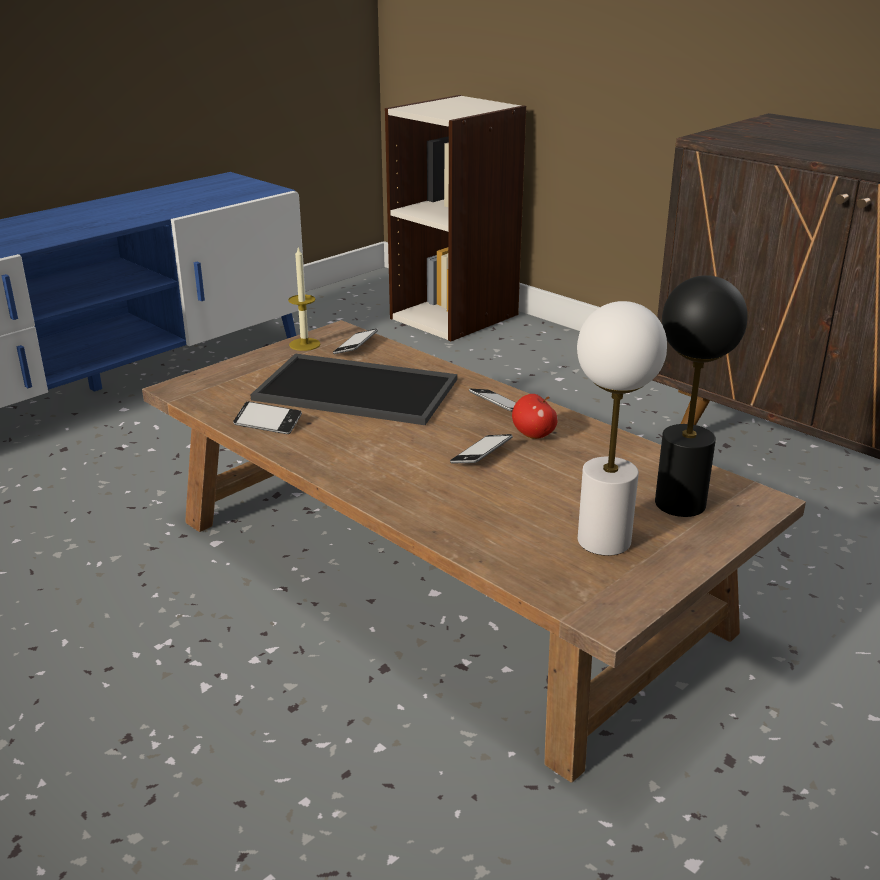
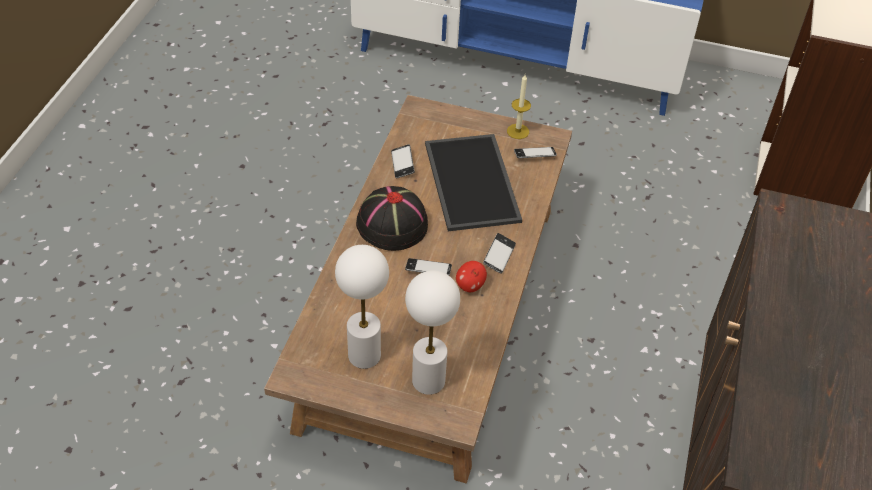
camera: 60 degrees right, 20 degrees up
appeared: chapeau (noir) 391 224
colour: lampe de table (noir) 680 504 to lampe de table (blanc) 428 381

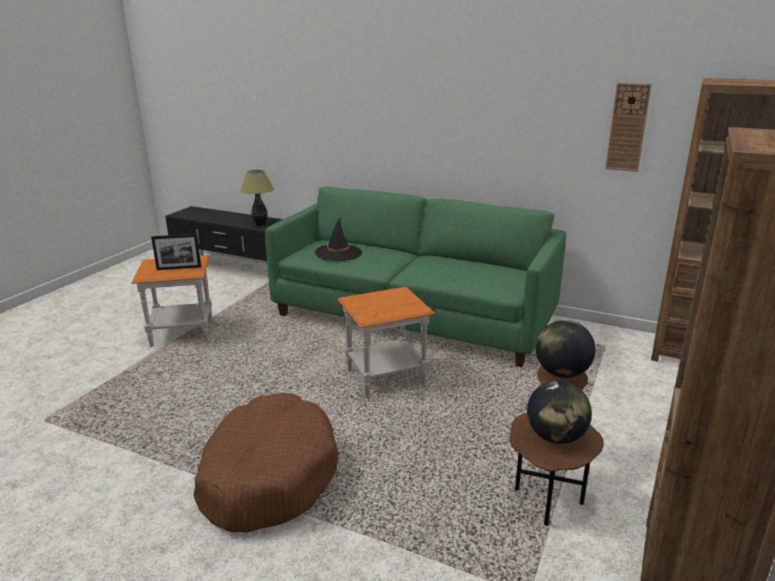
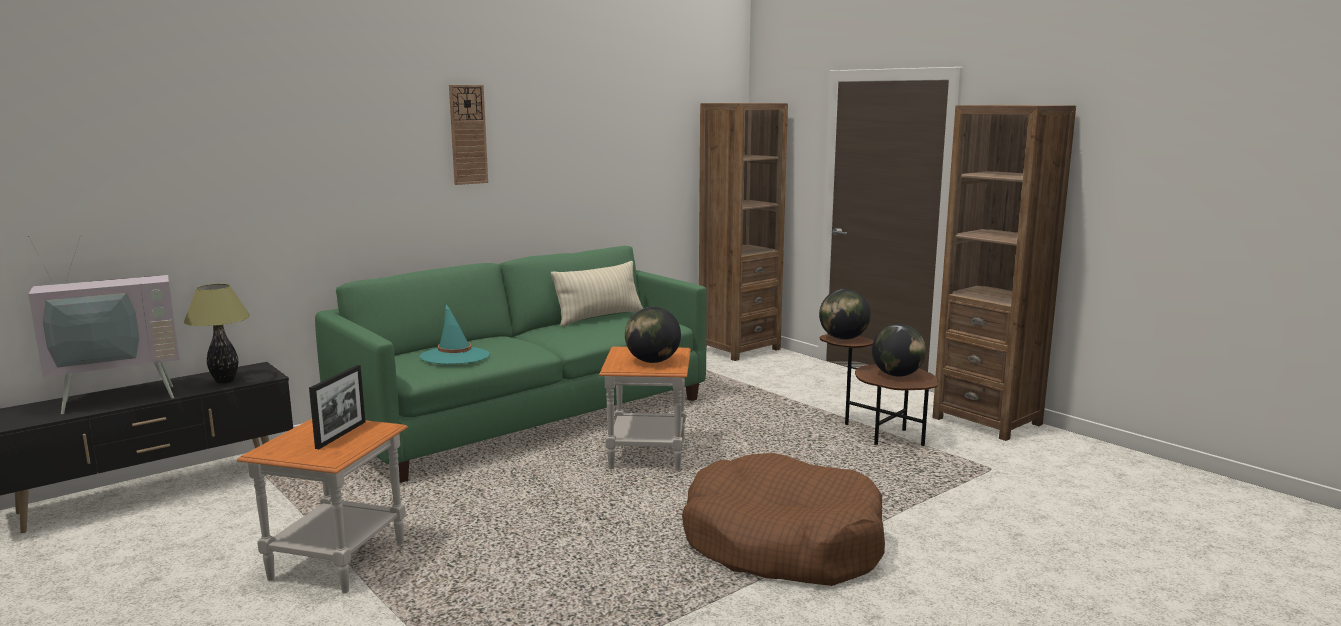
camera: 65 degrees left, 10 degrees down
appeared: téléviseur 120 397; coussin (beige) 599 318; globe 652 361
relocated: horloge murale 627 127 to 468 134
colour: chapeau (noir) 338 253 to chapeau (turquoise) 455 356

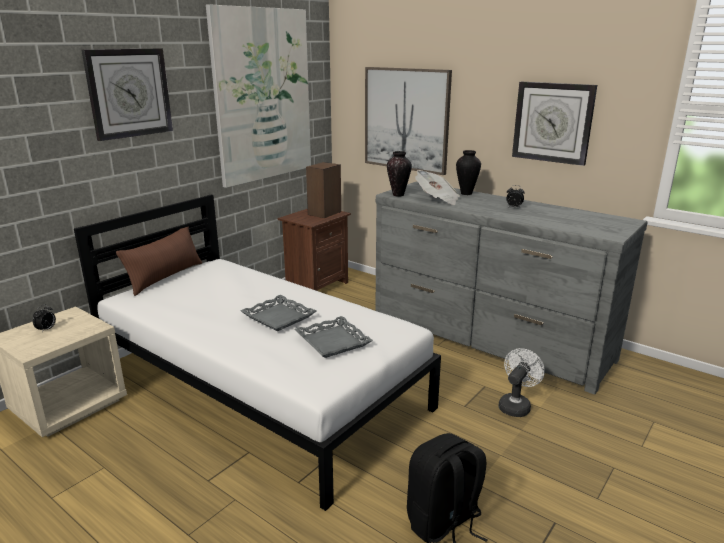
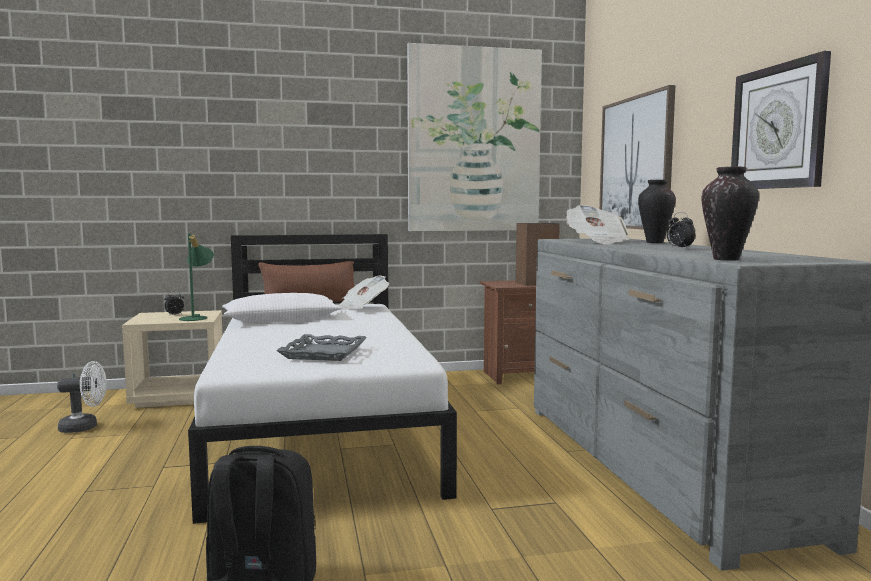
camera: 40 degrees right, 15 degrees down
missing: horloge murale 129 93; plateau (gris) 278 317
appeared: lampe de table (vert) 197 317; journal 361 307; coussin (blanc) 282 320
relocated: vase 398 195 to 726 259; ventilateur (blanc) 516 405 to 85 427

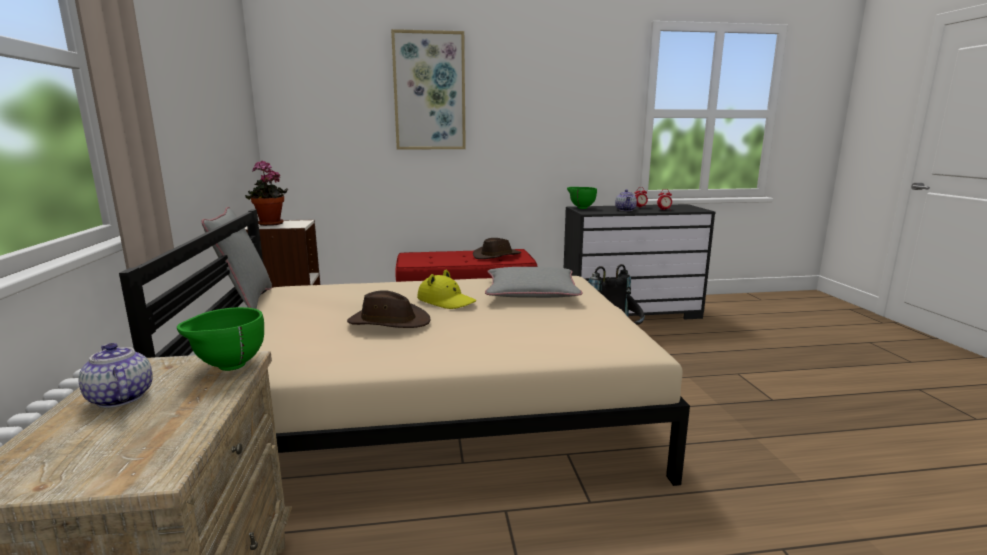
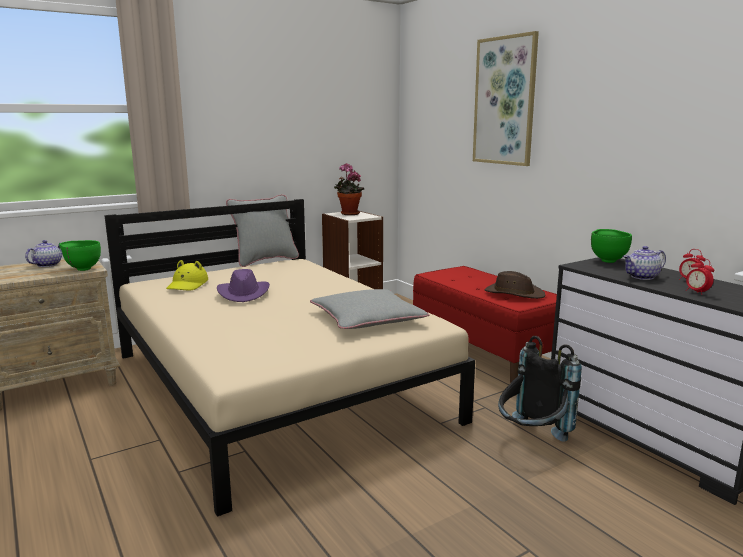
camera: 65 degrees right, 0 degrees up
relocated: chapeau (jaune) 446 301 to 187 285
colour: chapeau (marron) 389 322 to chapeau (violet) 244 293

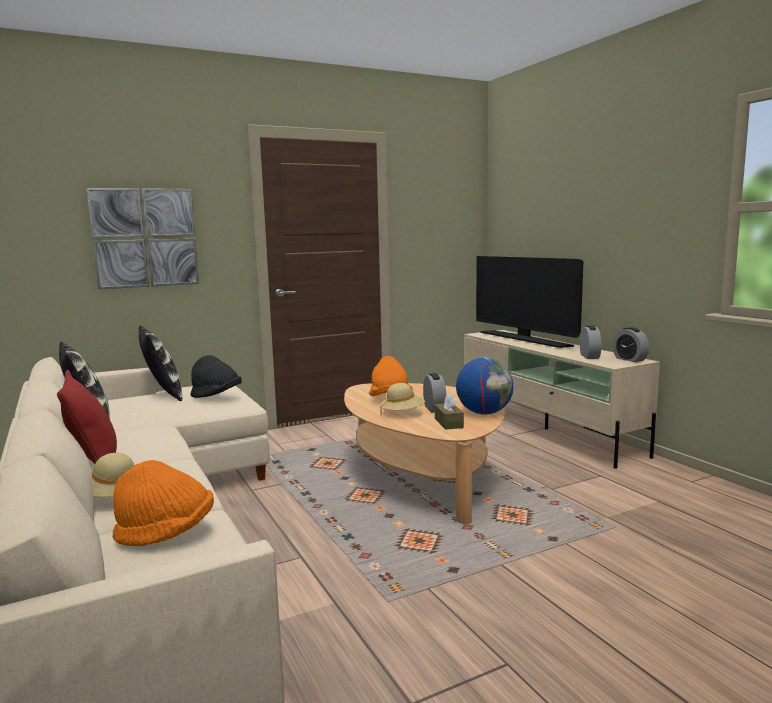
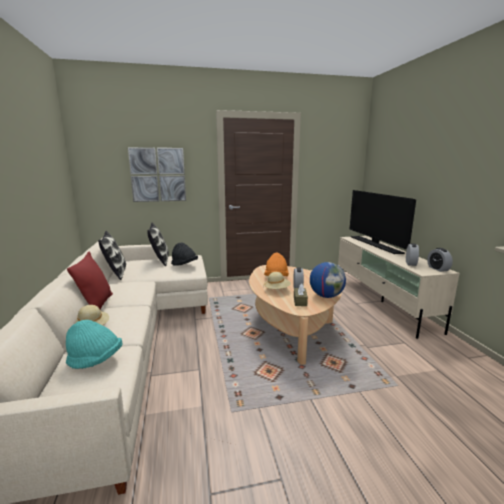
camera: 15 degrees right, 5 degrees up
colour: chapeau (orange) 167 534 to chapeau (turquoise) 95 360

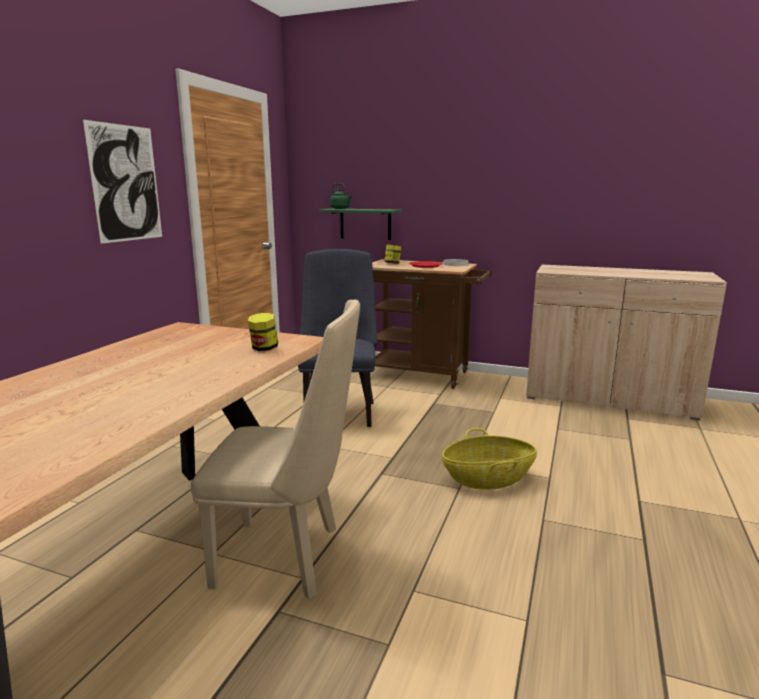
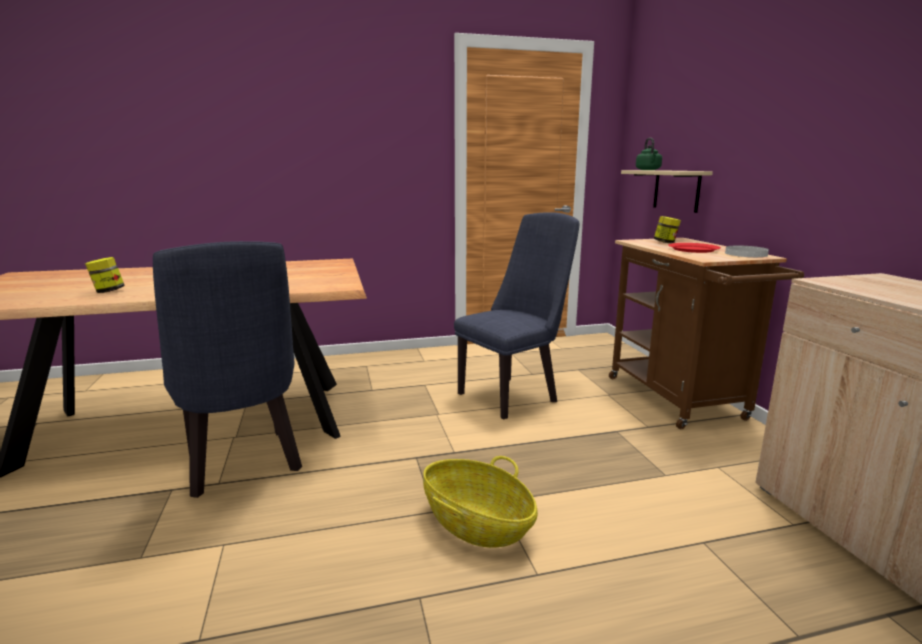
camera: 55 degrees right, 0 degrees up
missing: tableau 126 183
relocated: bocal 264 348 to 108 291
colour: étagère (vert) 365 224 to étagère (beige) 676 190; chaise (beige) 289 557 to chaise (bleu) 244 467

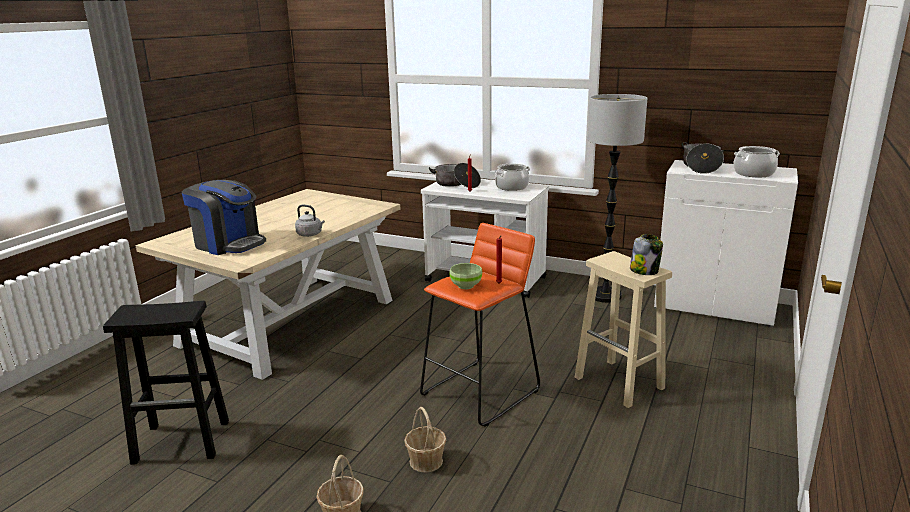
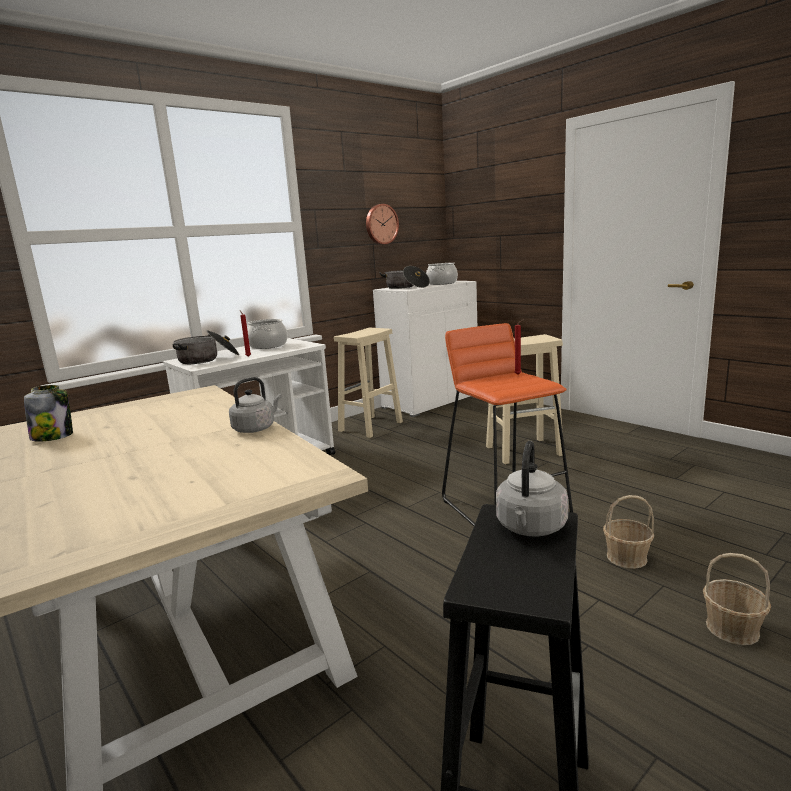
camera: 65 degrees left, 5 degrees down
missing: machine à café 229 244; bol (vert) 466 286
appeared: horloge murale 381 224; bouilloire (gris) 530 528
relocated: bocal 644 271 to 53 436
exchanged: lampadaire 605 296 to tabouret (beige) 370 427

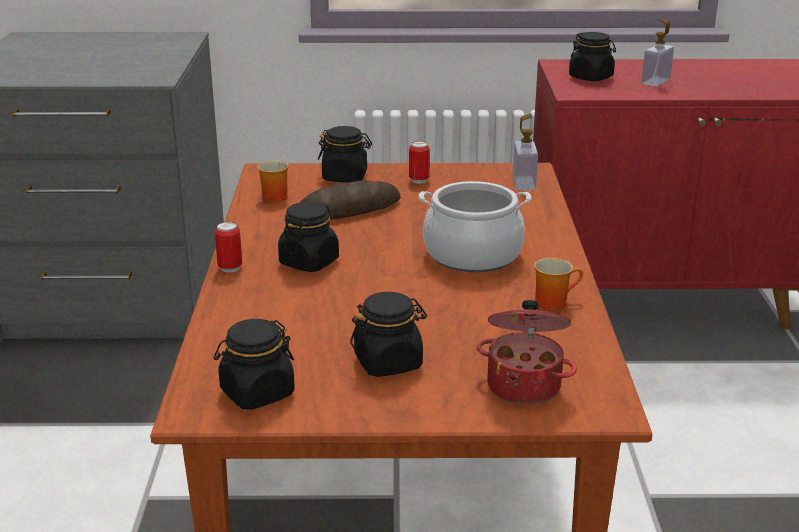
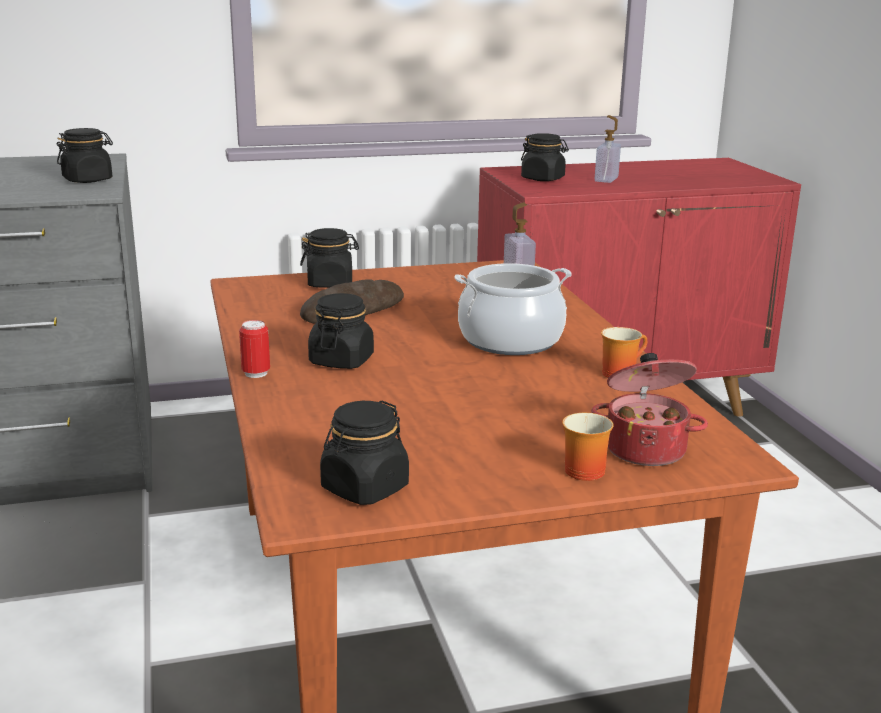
camera: 15 degrees left, 5 degrees down
missing: boîte métallique 419 180
relocated: mug 272 196 to 579 469; bocal (noir) 388 362 to 88 180

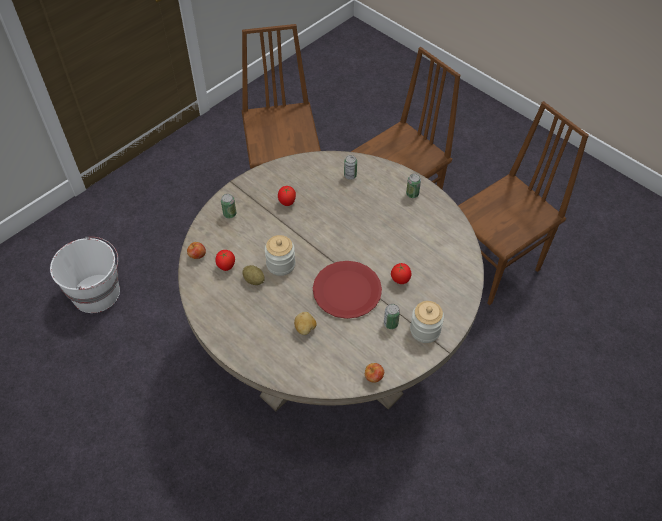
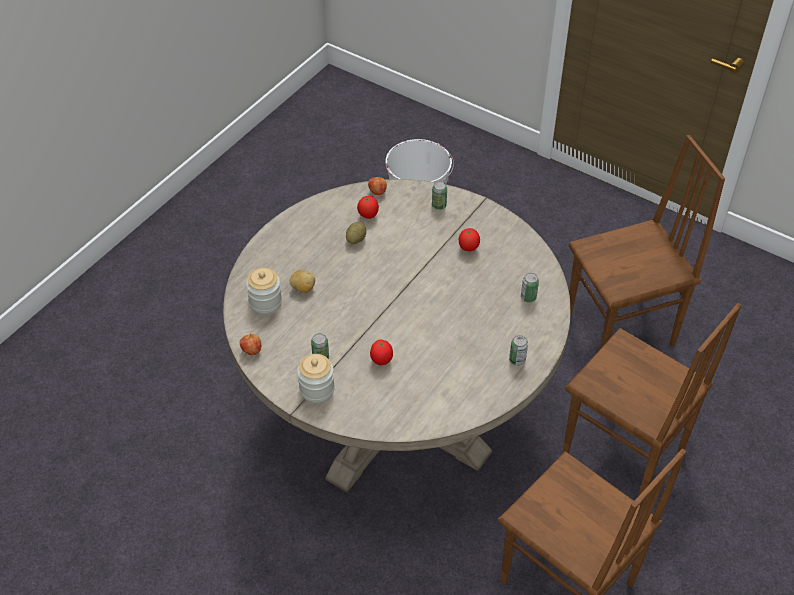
camera: 80 degrees right, 5 degrees down
missing: assiette (rouge) 347 290
relocated: bocal 281 264 to 265 302

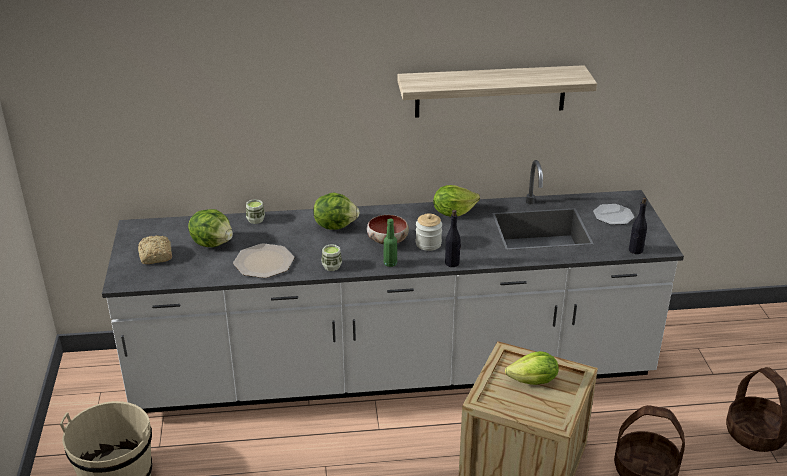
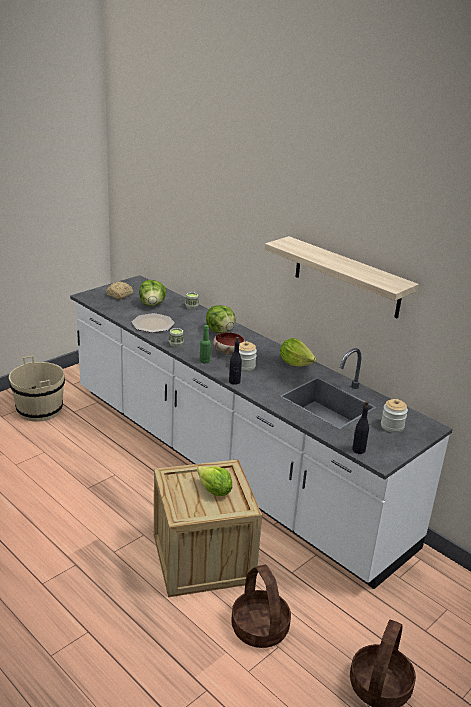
camera: 50 degrees right, 5 degrees down
exchanged: assiette 613 216 to bocal 392 426

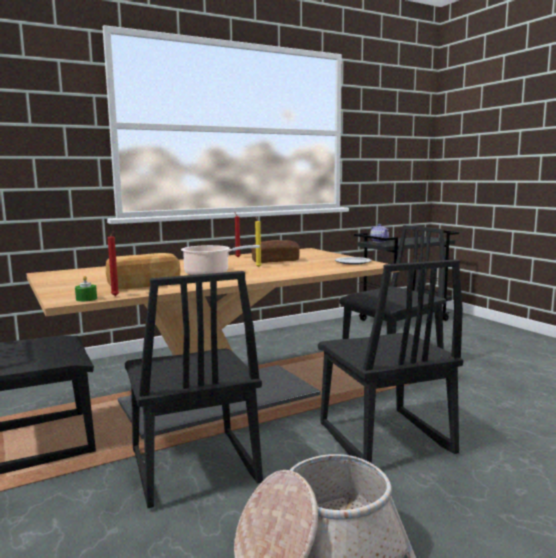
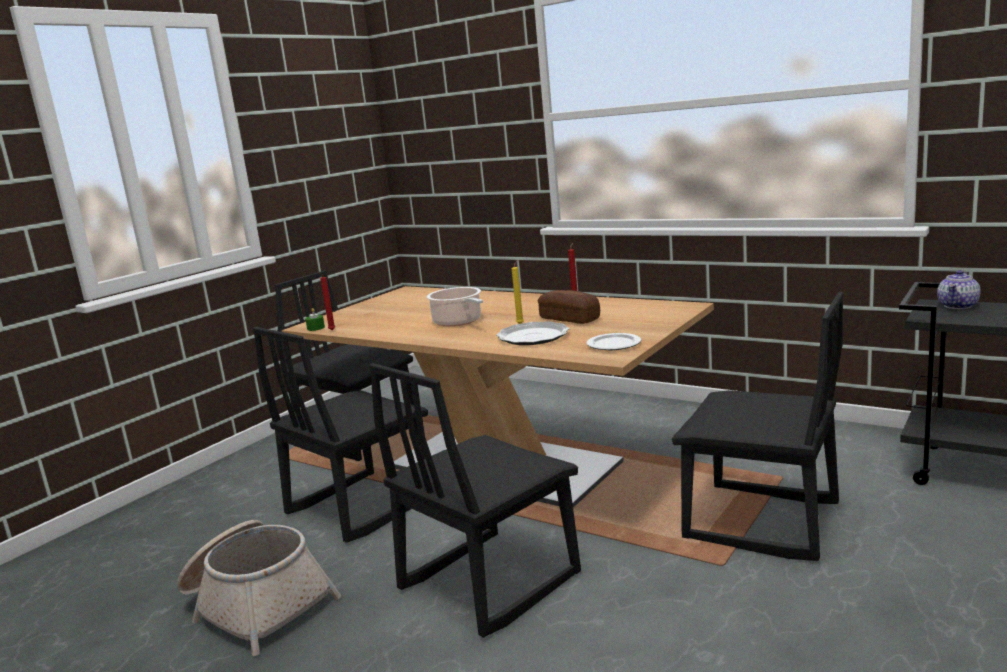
camera: 65 degrees right, 5 degrees up
missing: pain 145 285
appeared: assiette 532 337

